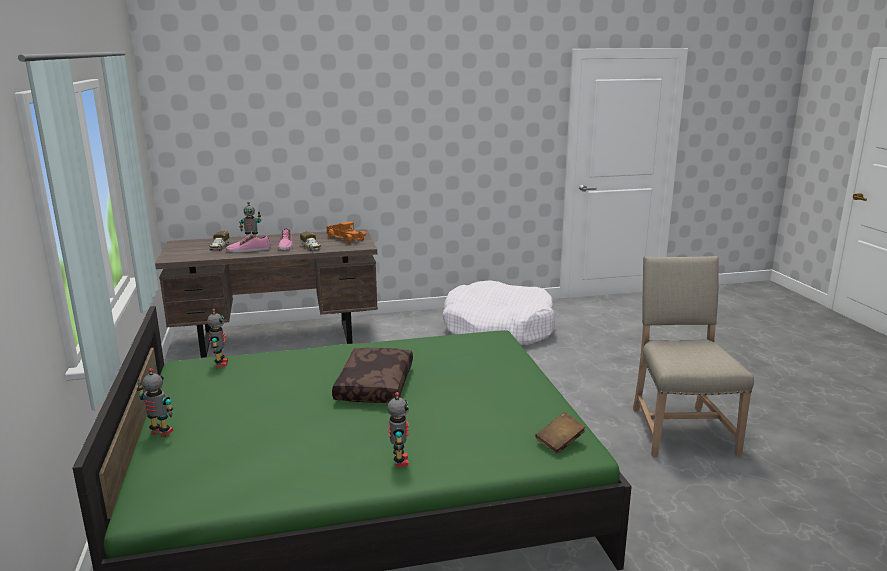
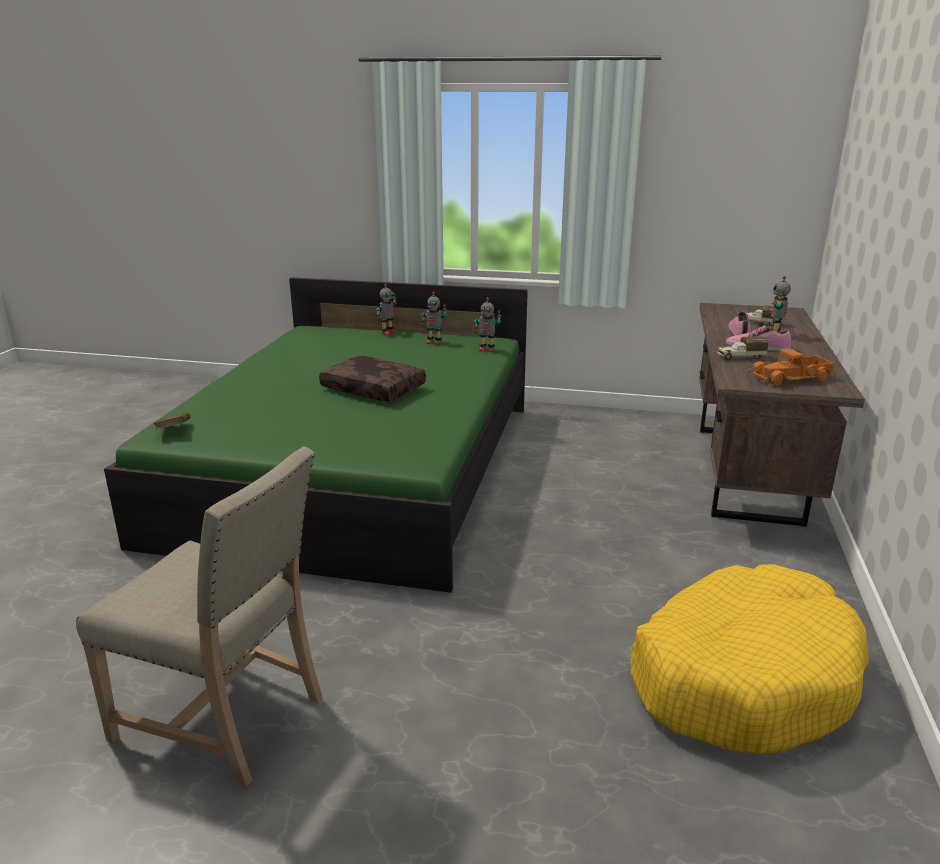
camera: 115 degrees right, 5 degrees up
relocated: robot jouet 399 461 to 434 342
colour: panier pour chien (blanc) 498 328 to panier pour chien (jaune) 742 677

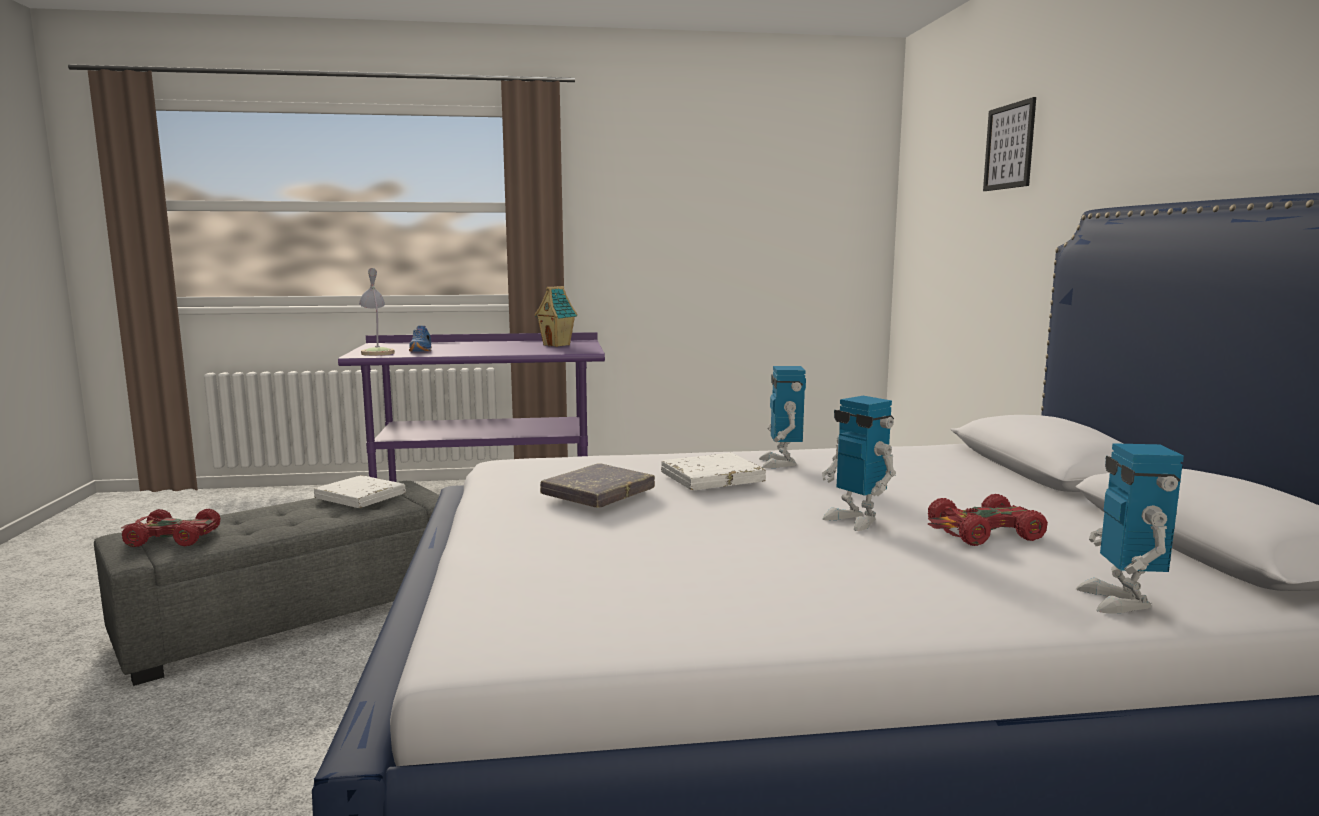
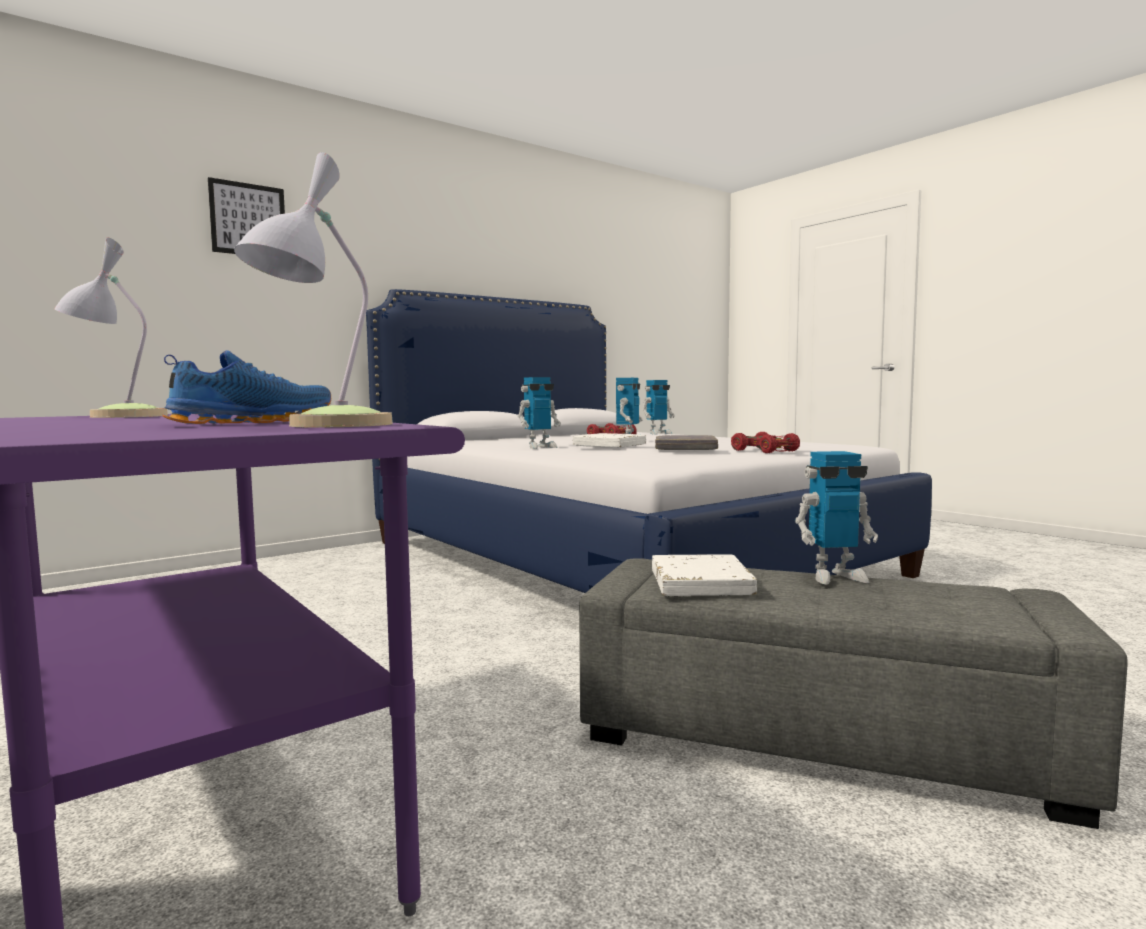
camera: 120 degrees left, 5 degrees down
appeared: robot jouet 834 576
relocated: petite voiture (rouge) 172 538 to 766 451
exchanged: maison miniature 557 345 to lampe de table 116 416

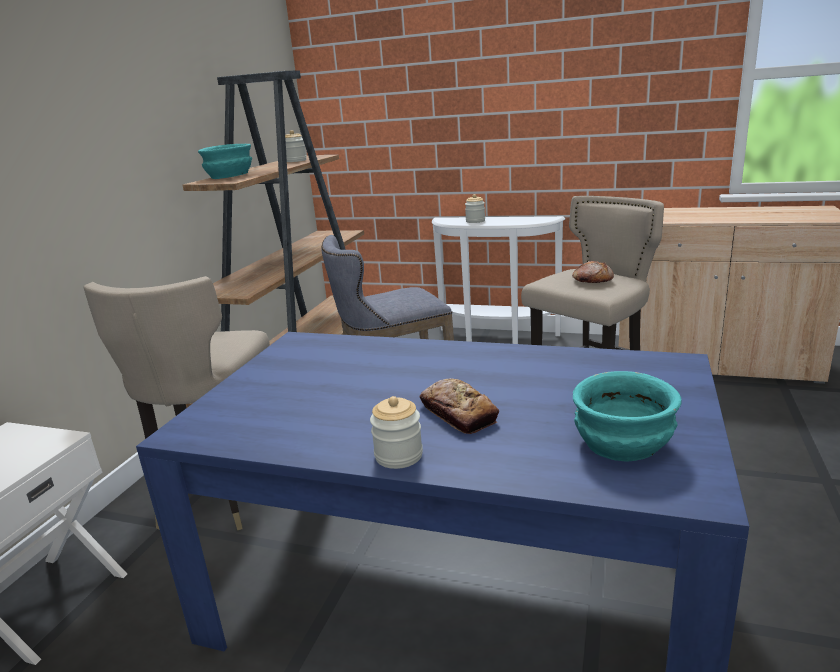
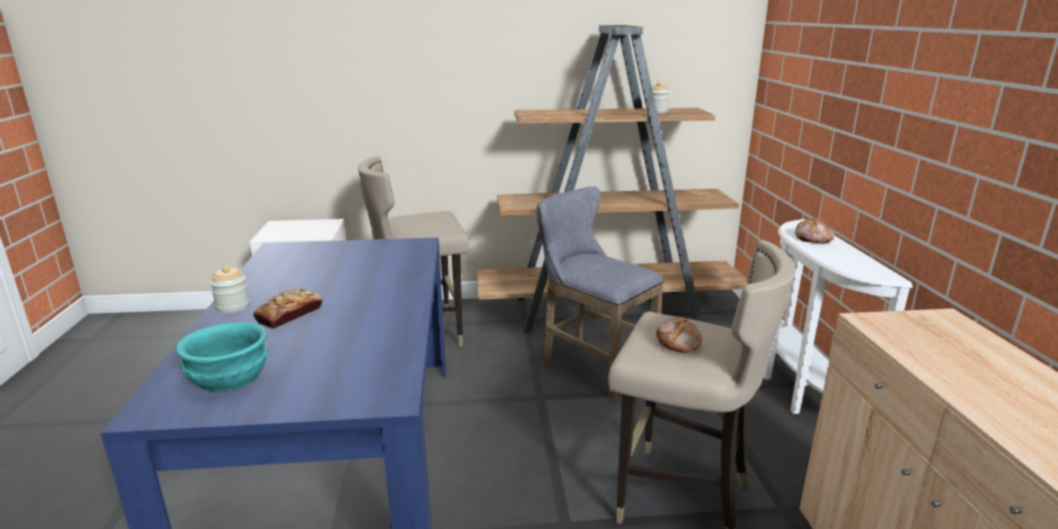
camera: 65 degrees right, 0 degrees up
missing: bol (turquoise) 230 176
exchanged: bocal 475 221 to pain 812 239

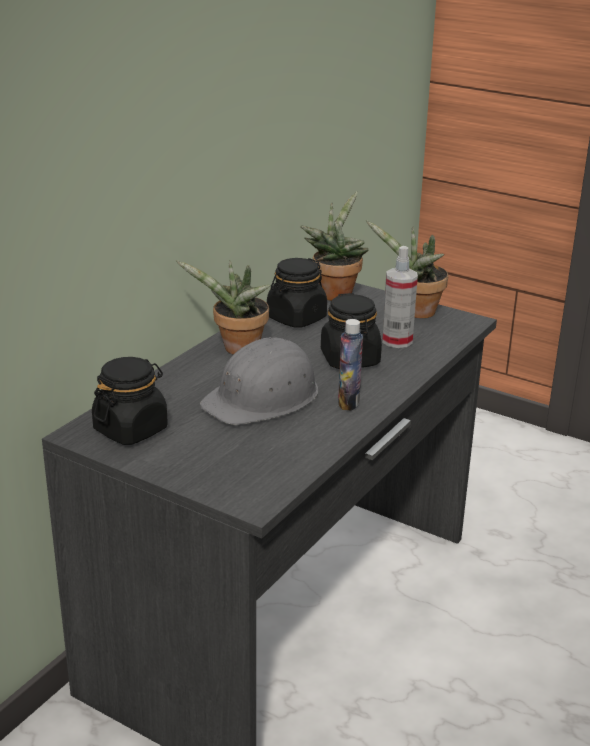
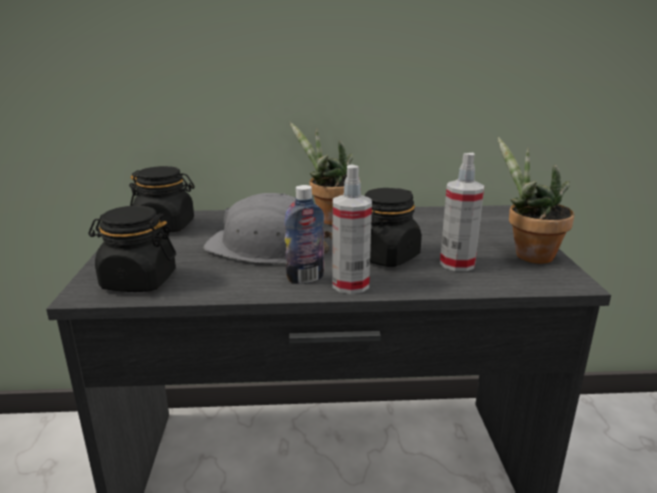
camera: 55 degrees right, 5 degrees down
missing: plante en pot 335 293
appeared: vaporisateur 350 285
relocated: bocal (noir) 296 318 to 138 281

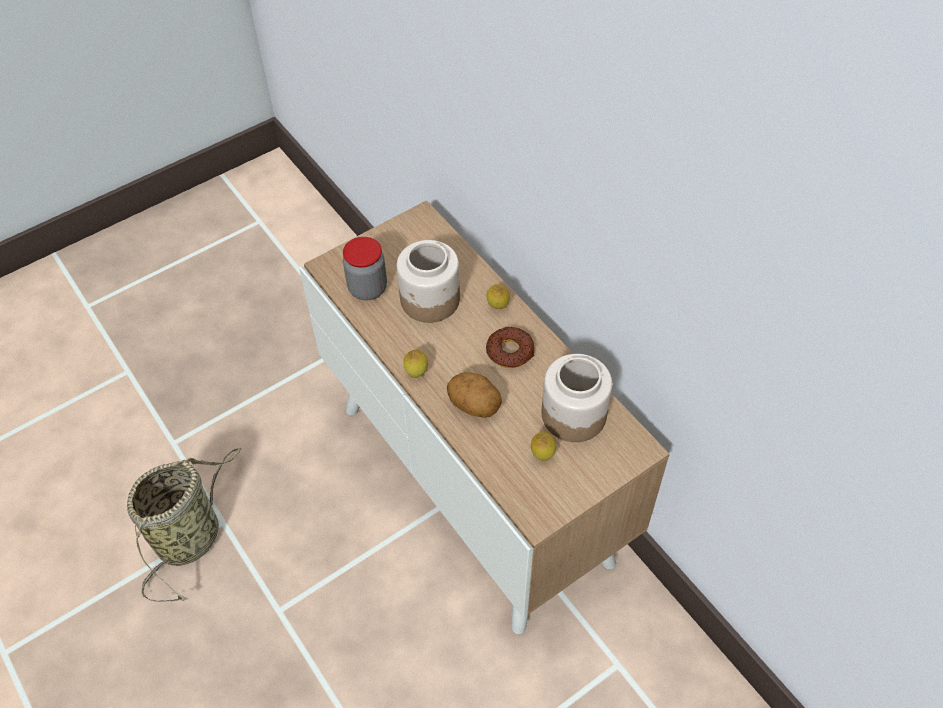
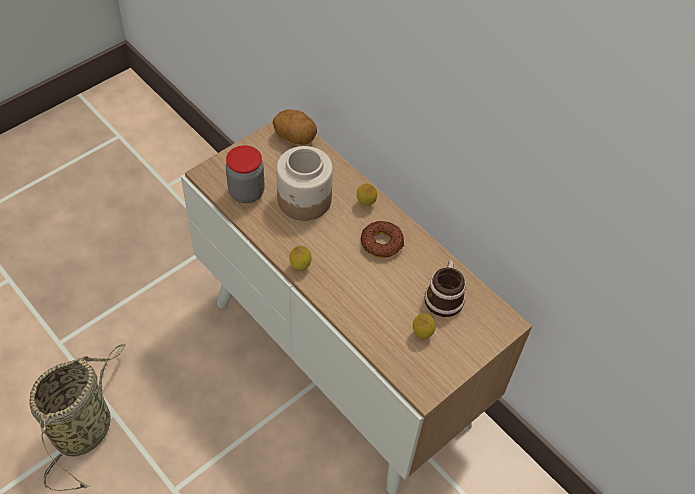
camera: 10 degrees left, 0 degrees up
relocated: pomme de terre 475 405 to 295 137
exchanged: bocal 573 414 to mug 444 296

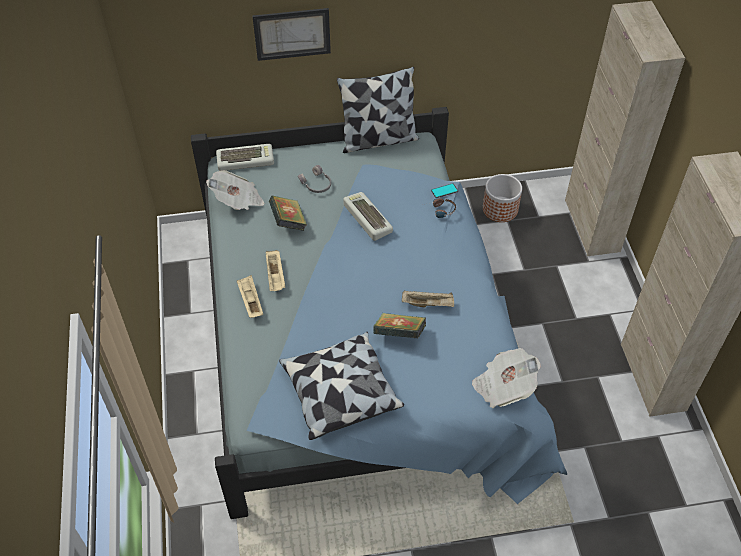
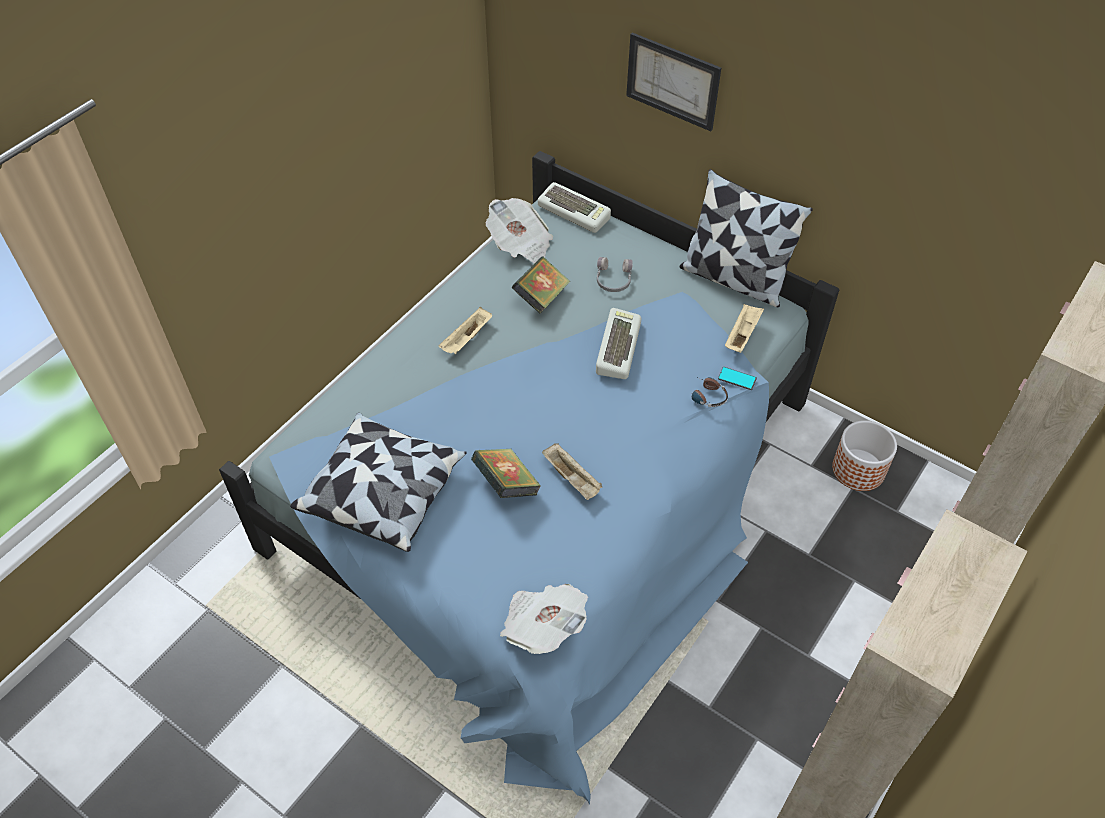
camera: 45 degrees right, 0 degrees up
relocated: plateau (beige) 250 301 to 742 335

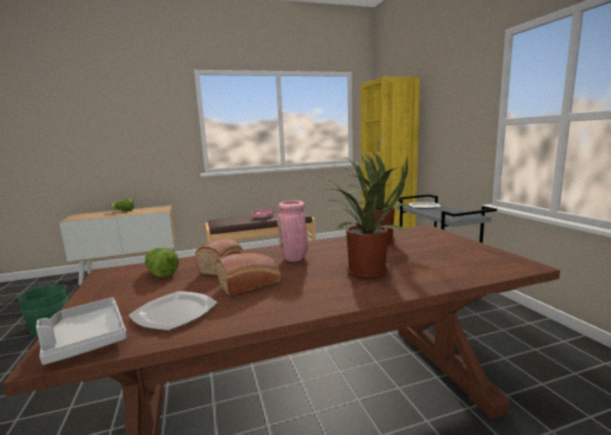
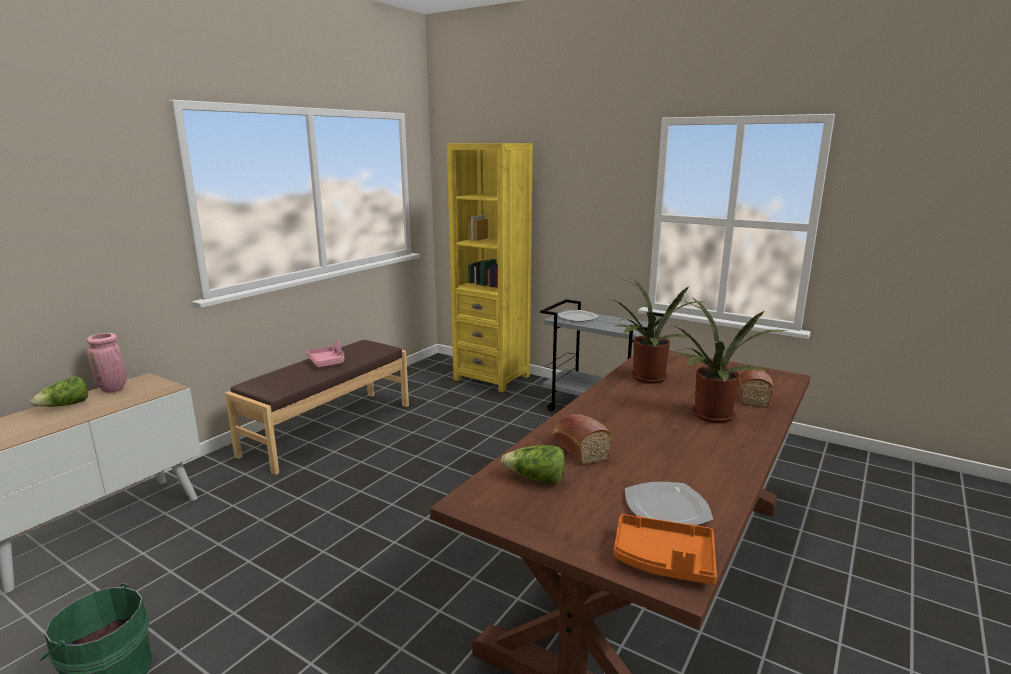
camera: 40 degrees left, 5 degrees up
relocated: vase (rose) 295 259 to 114 389; pain 252 284 to 752 396
colour: plateau (gris) 86 339 to plateau (orange) 664 560

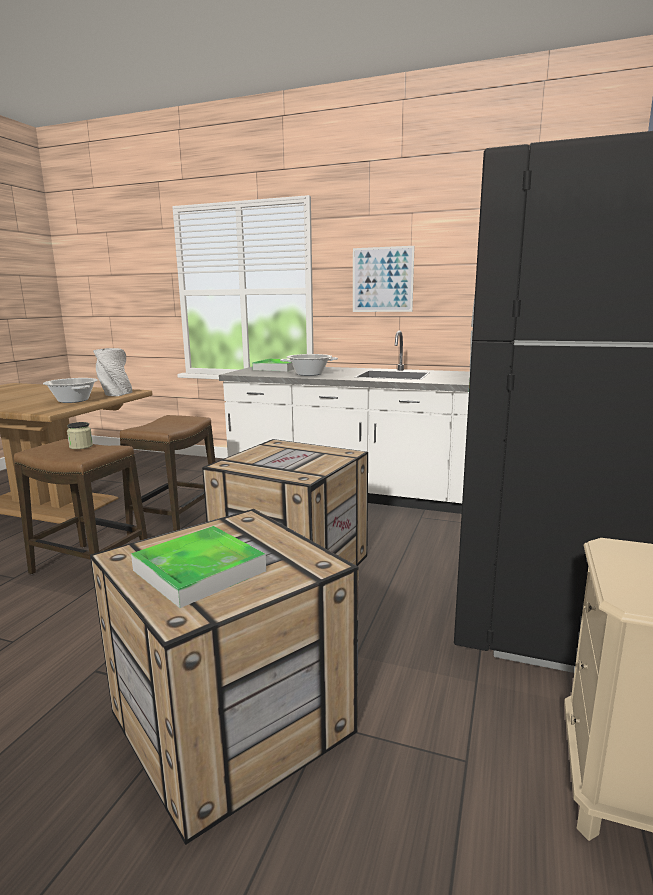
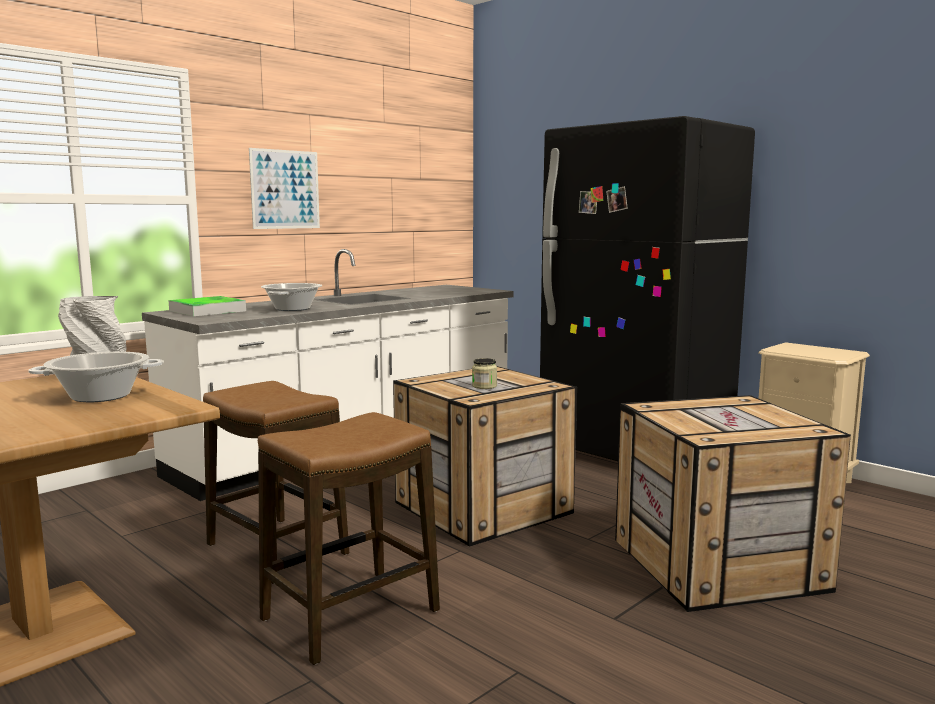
camera: 65 degrees left, 5 degrees down
missing: plateau 199 570
relocated: bocal 81 446 to 484 386

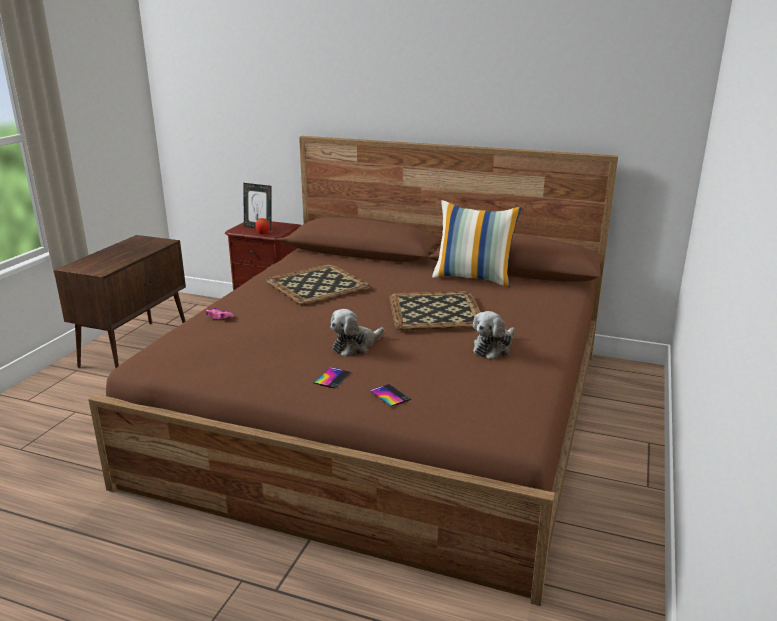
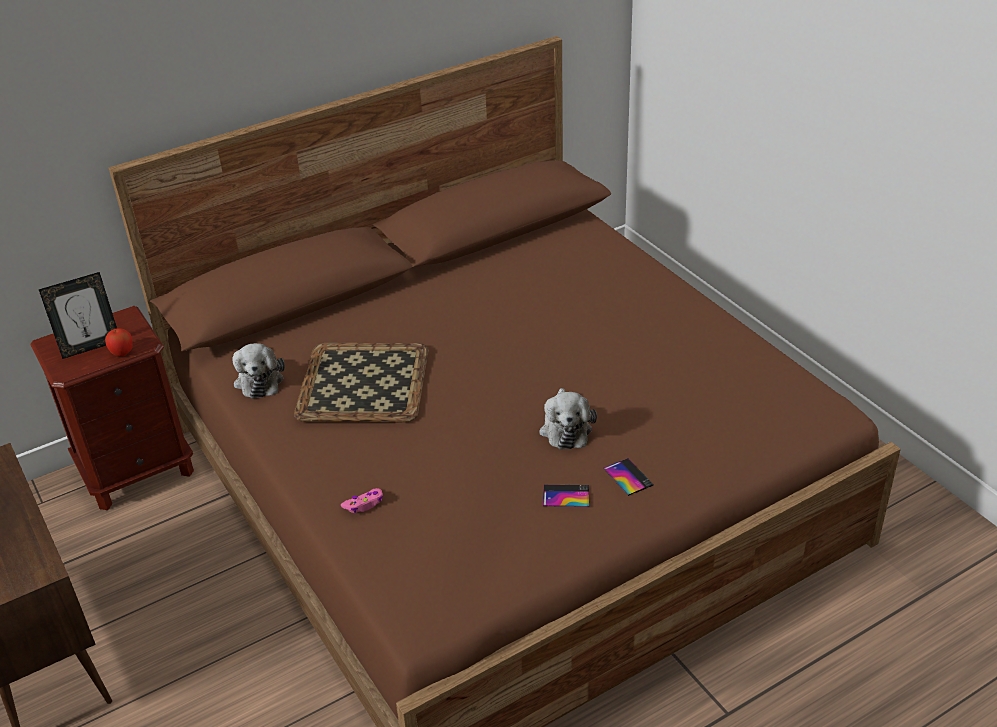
camera: 50 degrees left, 15 degrees up
missing: coussin 473 278; plateau 436 312
relocated: peluche 493 348 to 259 379; téléphone 389 395 to 566 496

